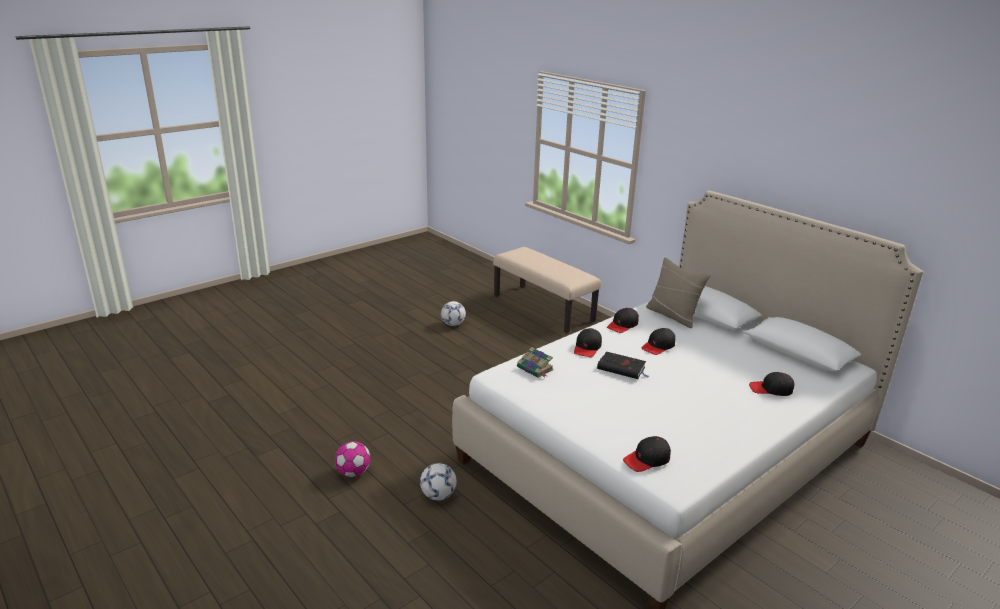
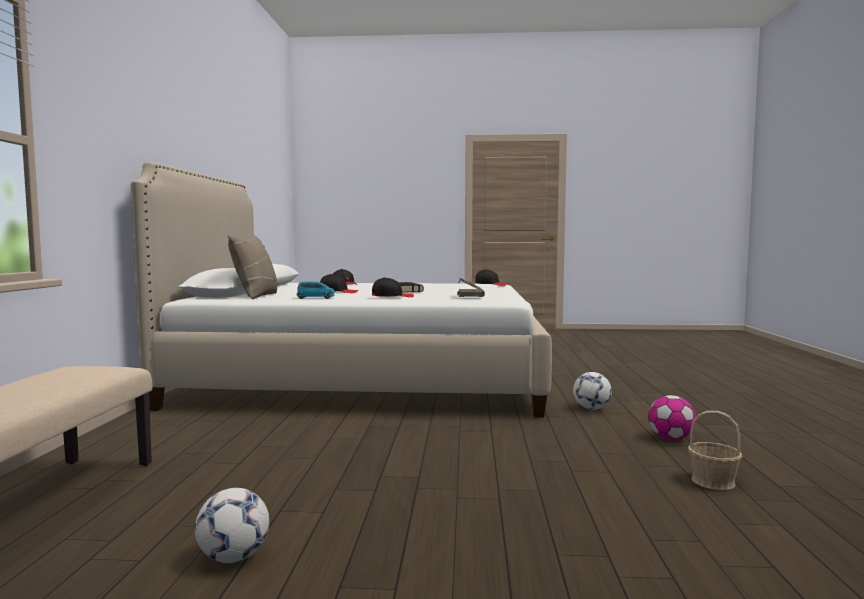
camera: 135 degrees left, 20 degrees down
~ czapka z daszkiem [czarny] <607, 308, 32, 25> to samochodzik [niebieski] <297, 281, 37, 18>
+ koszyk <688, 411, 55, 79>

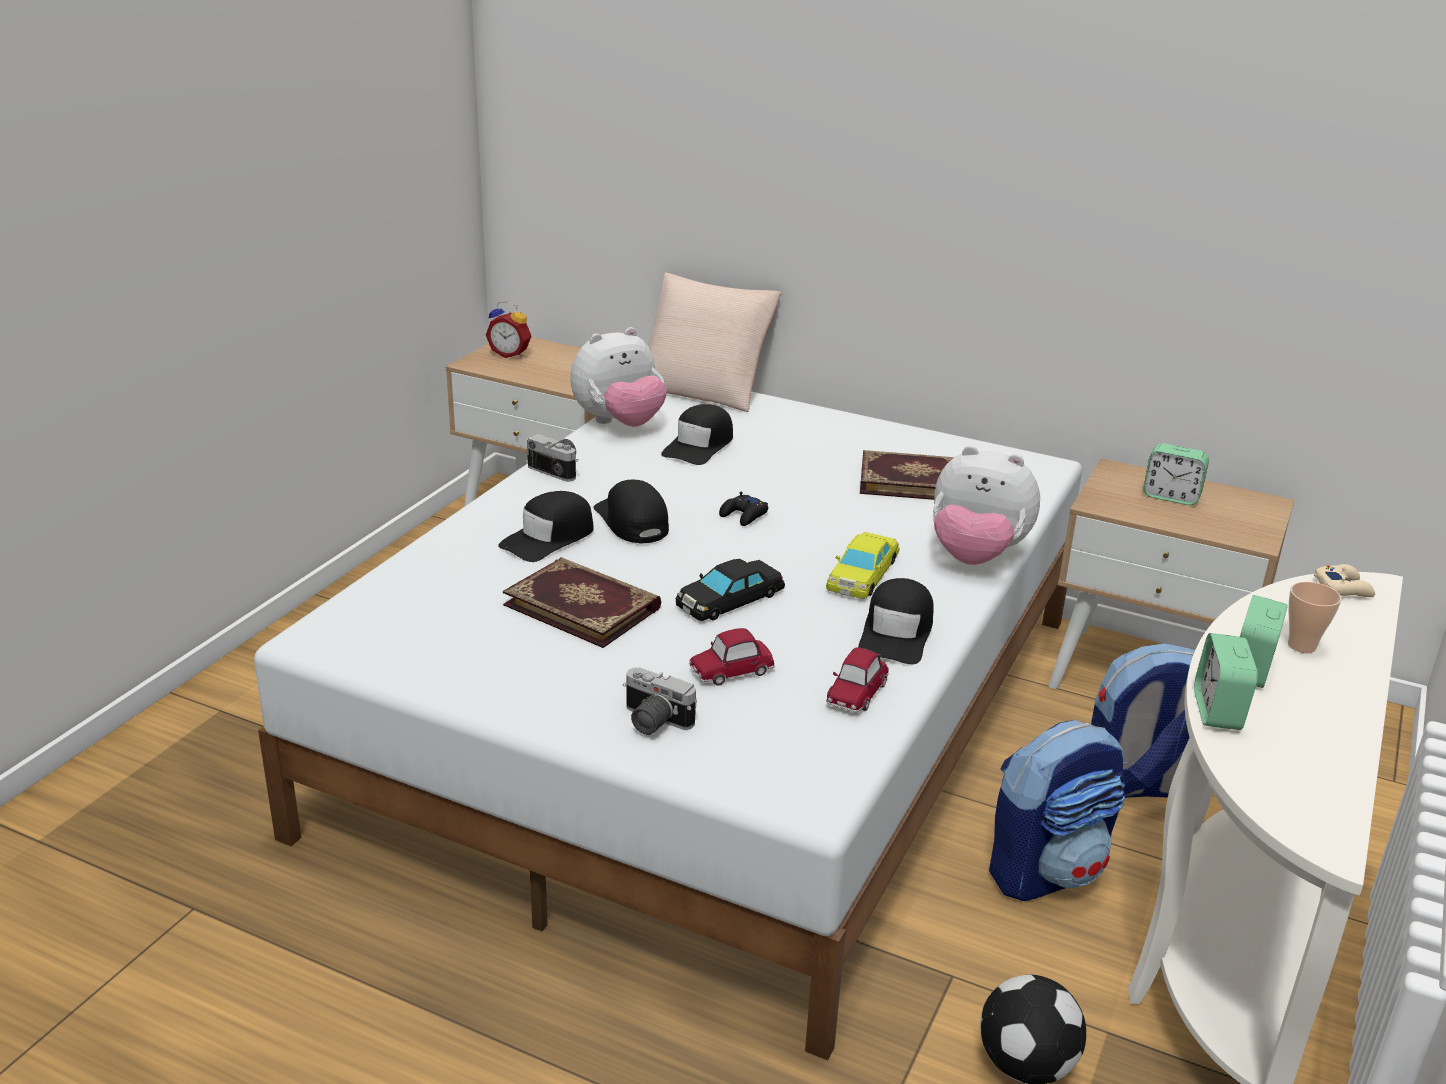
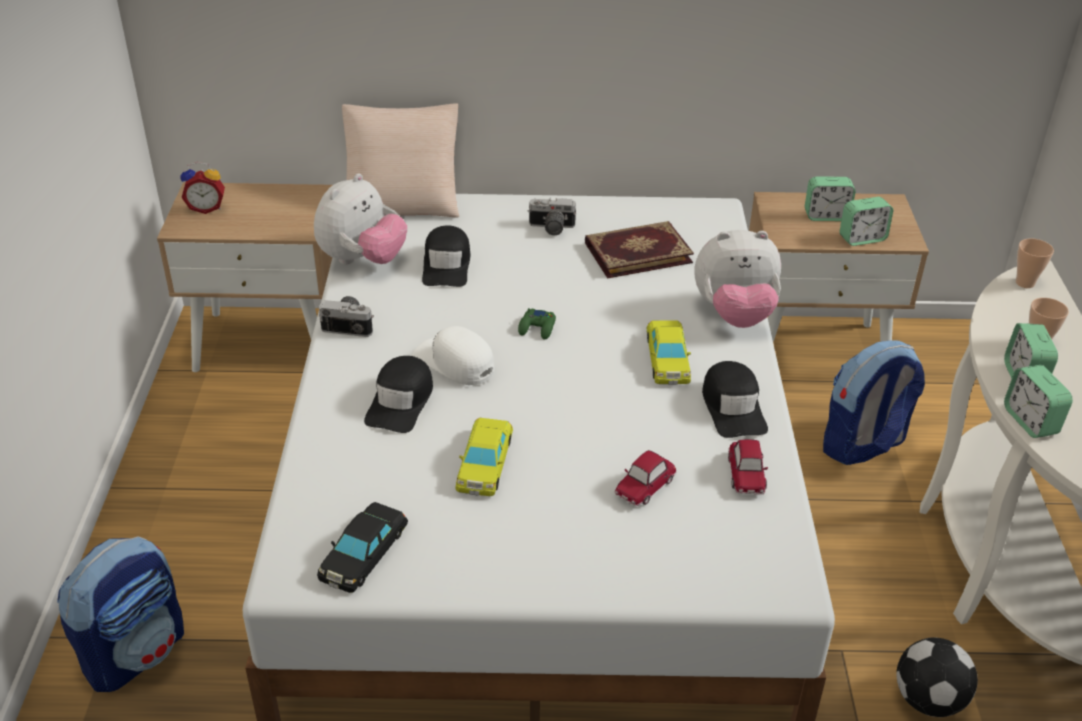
camera: 25 degrees left, 10 degrees up
~ książka <503, 558, 158, 90> to samochodzik [żółty] <455, 418, 58, 78>
~ czapka z daszkiem [czarny] <593, 480, 76, 63> to czapka z daszkiem [biały] <412, 326, 83, 59>
~ aparat fotograficzny <623, 667, 74, 68> to <528, 198, 48, 37>
~ samochodzik [czarny] <676, 559, 109, 62> to <317, 502, 91, 91>
~ pad do gier [czarny] <719, 491, 49, 35> to pad do gier [zielony] <518, 308, 38, 32>
~ plecak <989, 720, 136, 181> to <57, 536, 127, 156>
~ pad do gier [beżowy] <1314, 564, 61, 33> to filiżanka <1016, 238, 38, 50>
+ budzik <839, 197, 54, 49>

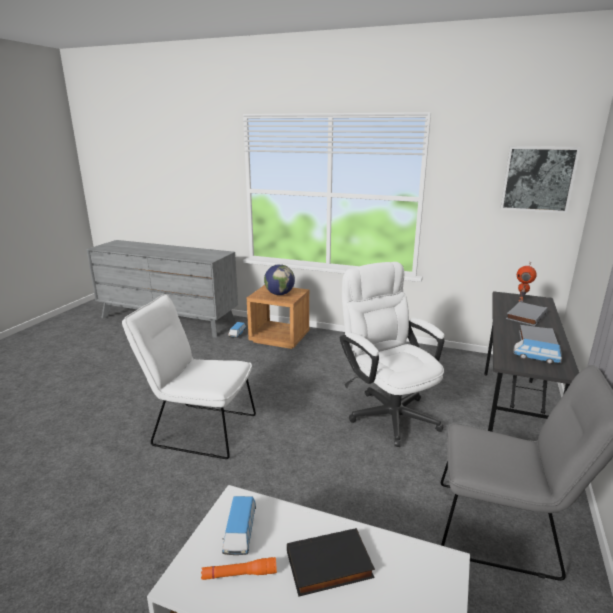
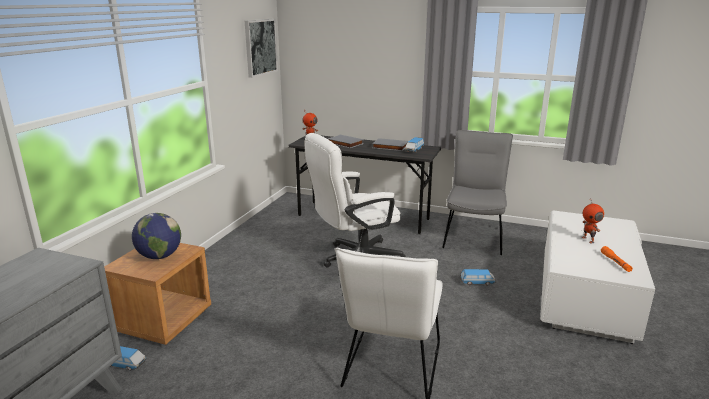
camera: 90 degrees left, 0 degrees up
~ samochodzik <222, 496, 34, 59> to <460, 269, 36, 16>
~ książka [czarny] <287, 528, 88, 69> to robot zabawkowy <582, 198, 22, 45>

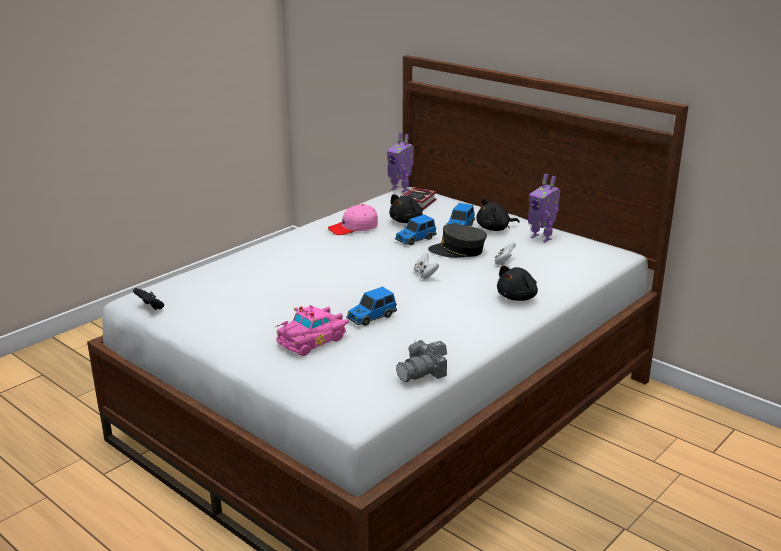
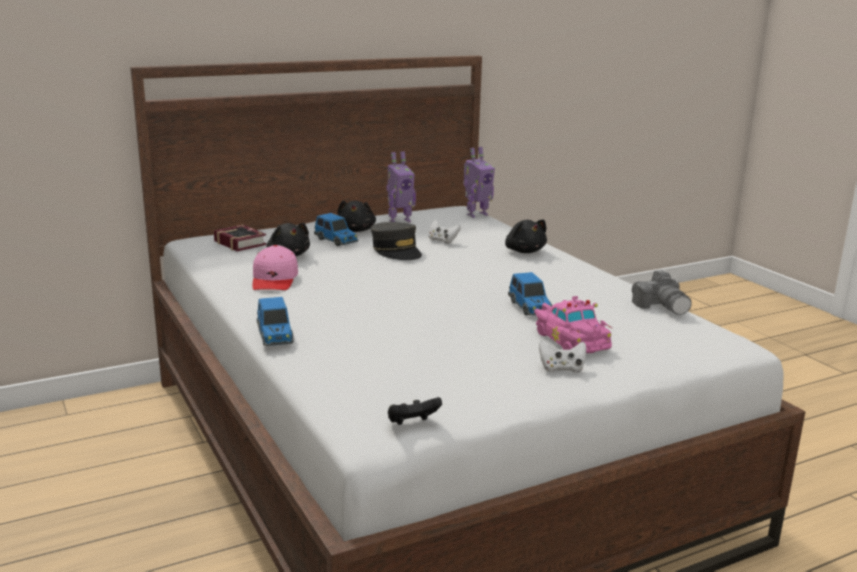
camera: 70 degrees left, 5 degrees down
~ robot zabawkowy <387, 132, 27, 60> to <463, 147, 32, 71>
~ samochodzik <395, 215, 42, 30> to <257, 297, 37, 49>
~ pad do gier [biały] <414, 253, 25, 26> to <539, 341, 47, 31>
~ czapka z daszkiem [szary] <428, 224, 59, 34> = <371, 222, 51, 38> 60 degrees counterclockwise

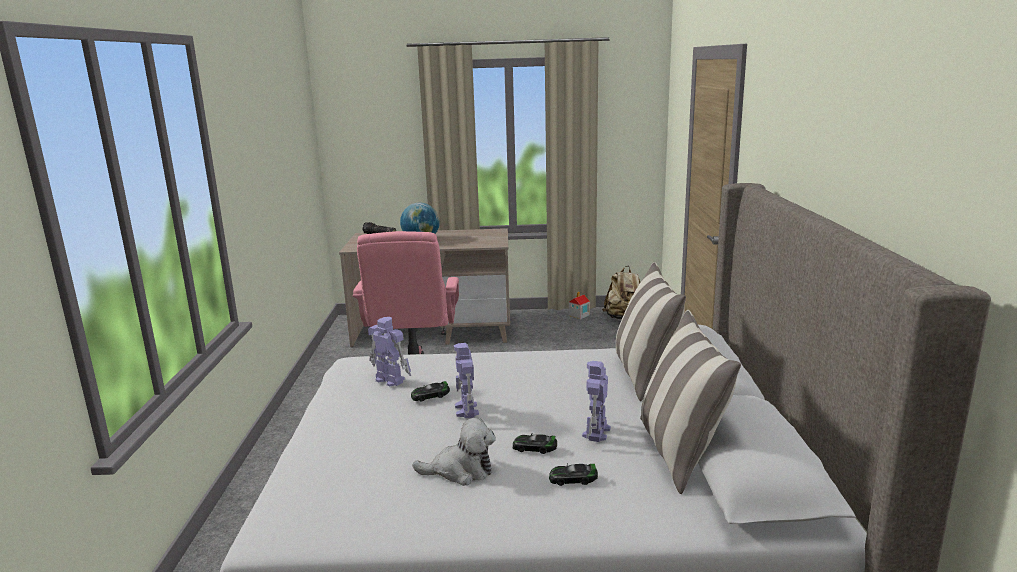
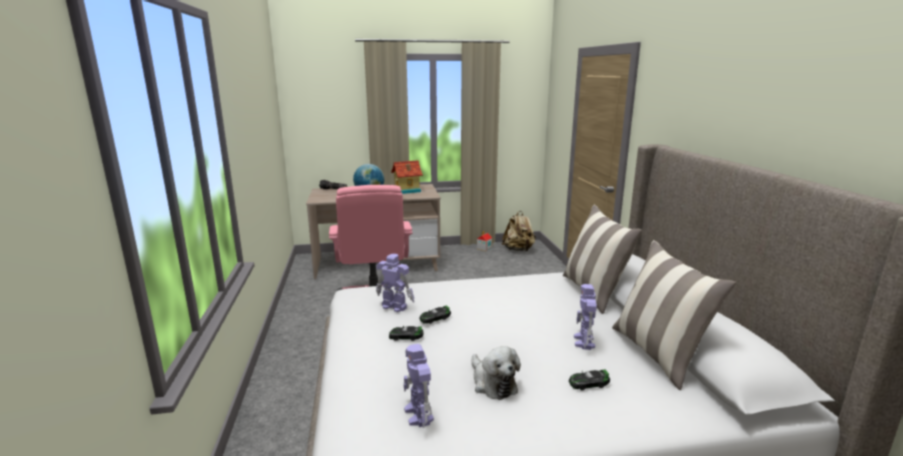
camera: 10 degrees left, 0 degrees up
~ pluszak <412, 417, 84, 69> = <472, 346, 49, 54> 75 degrees clockwise
~ robot zabawkowy <454, 343, 25, 75> to <404, 344, 30, 84>
~ samochodzik <513, 433, 44, 21> to <389, 326, 35, 15>
+ domek <391, 160, 32, 34>

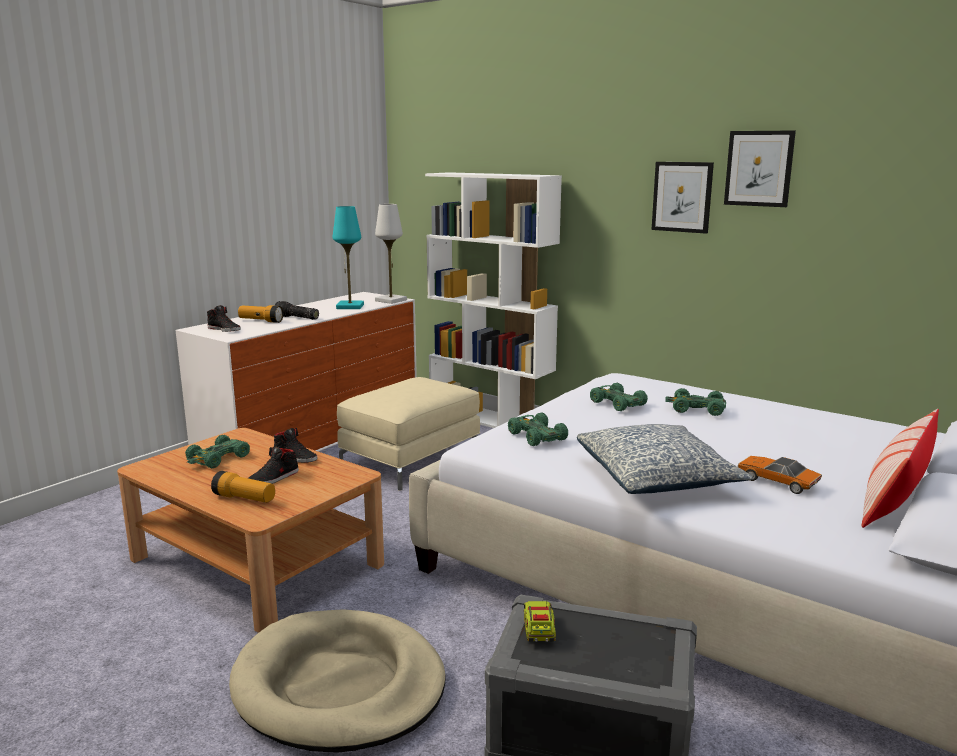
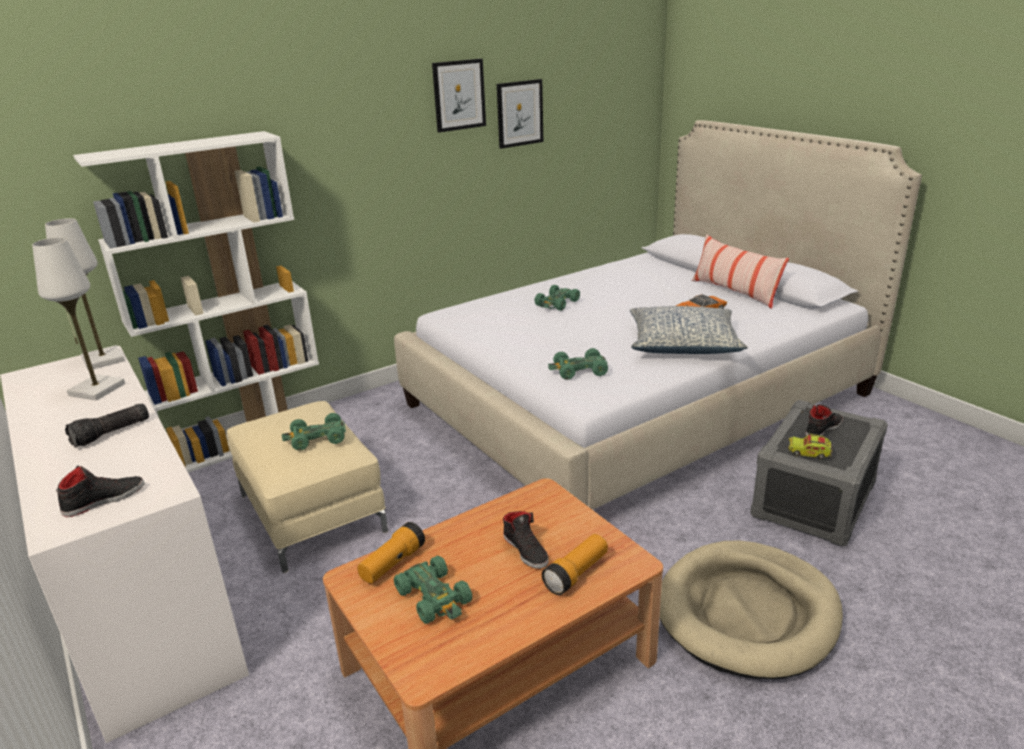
camera: 70 degrees left, 10 degrees up
~ latarka <238, 305, 45, 18> to <357, 522, 68, 62>
~ but [czarny] <274, 428, 43, 35> to <806, 404, 37, 32>
~ lampa stołowa [turkusowy] <333, 206, 31, 103> to lampa stołowa [biały] <32, 237, 93, 164>
~ samochodzik [zielony] <590, 383, 58, 28> to <282, 413, 64, 38>
~ obraz <651, 162, 63, 72> to <497, 79, 46, 70>

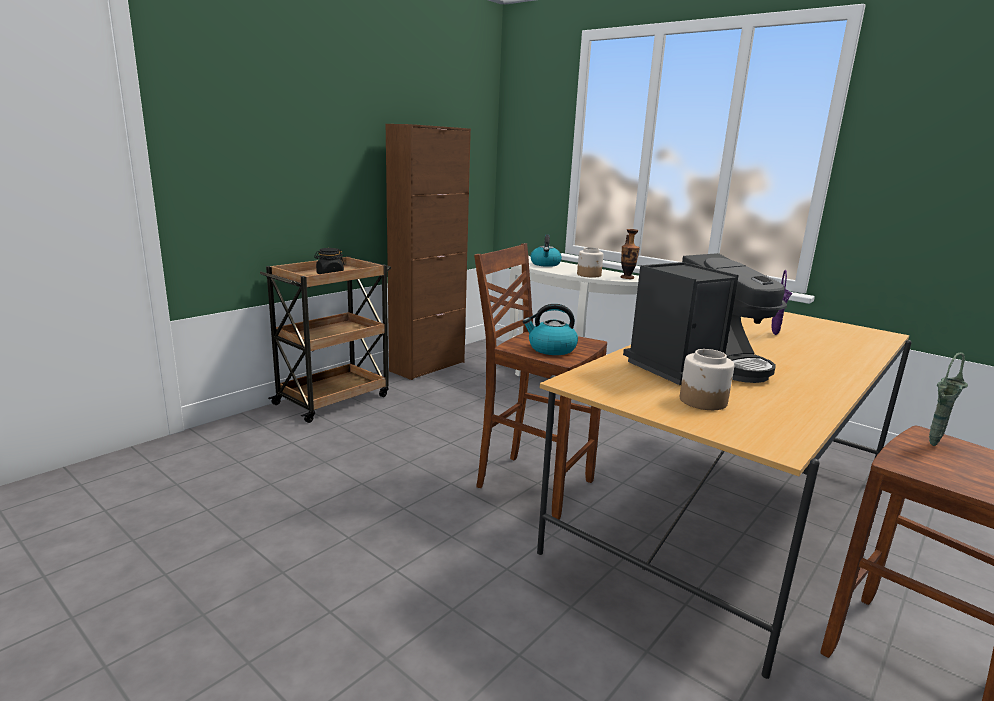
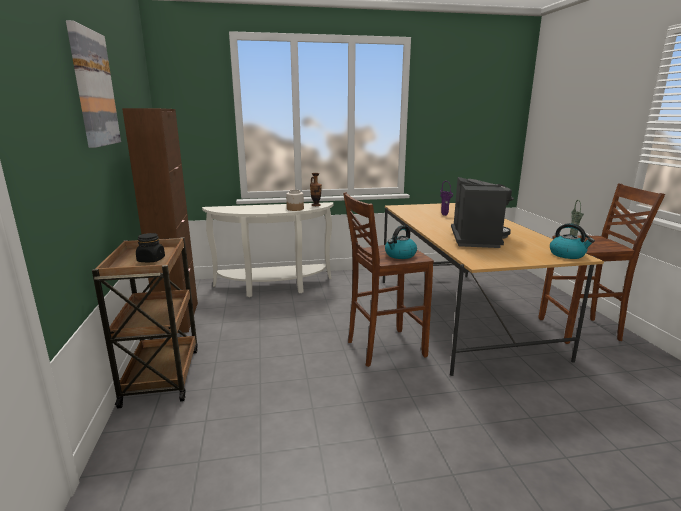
camera: 50 degrees left, 0 degrees up
~ czajnik <530, 234, 32, 33> to <550, 223, 45, 36>
- słoik <680, 349, 54, 61>
+ obraz <66, 20, 55, 128>

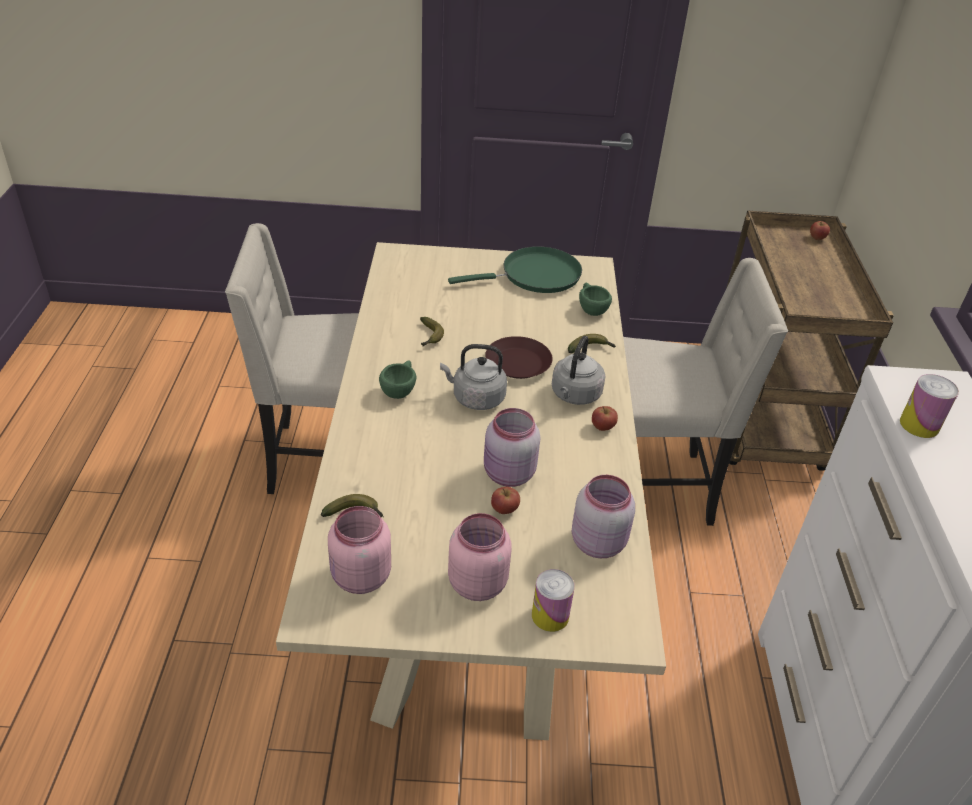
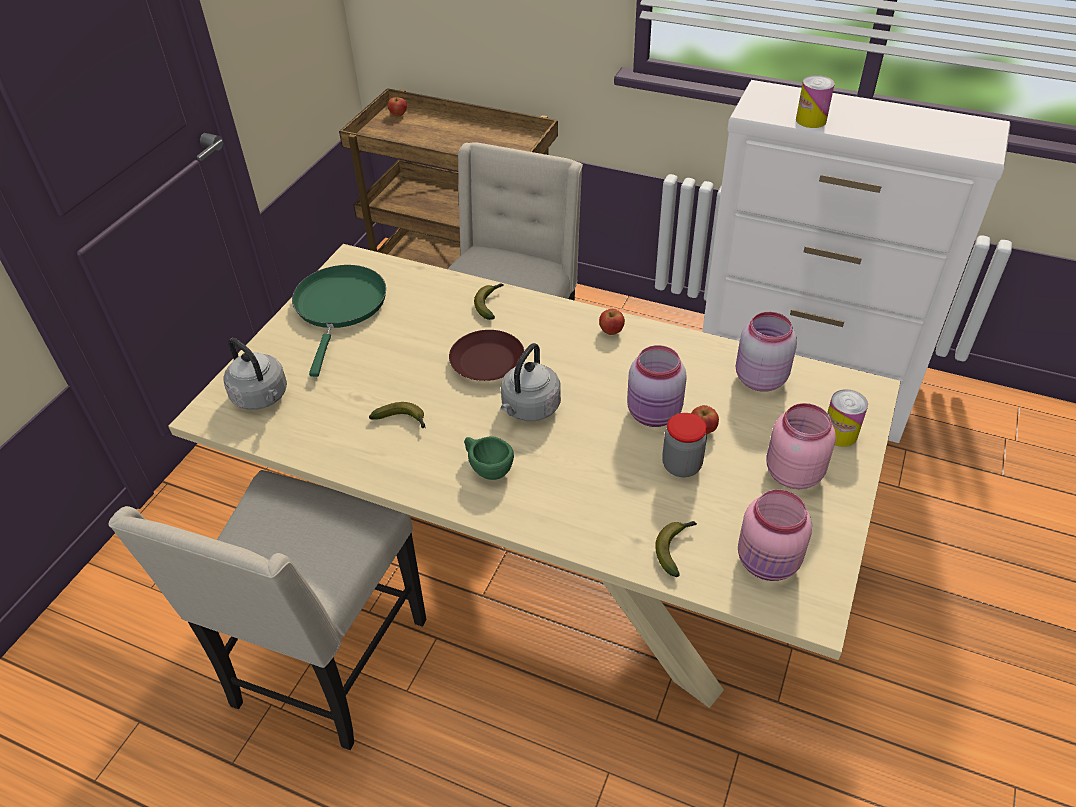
camera: 65 degrees left, 5 degrees up
~ czajnik [szary] <552, 336, 53, 69> to <223, 338, 64, 72>
- filiżanka [zielony] <579, 283, 33, 33>
+ słoik <662, 413, 45, 64>

